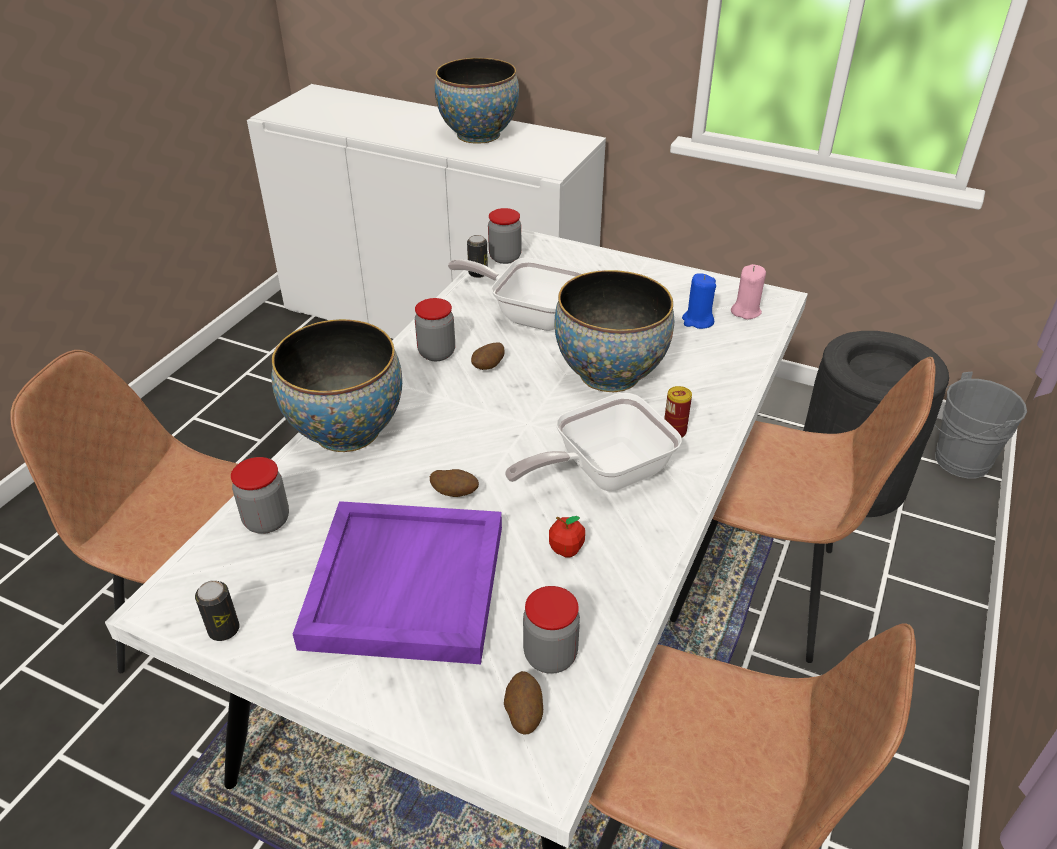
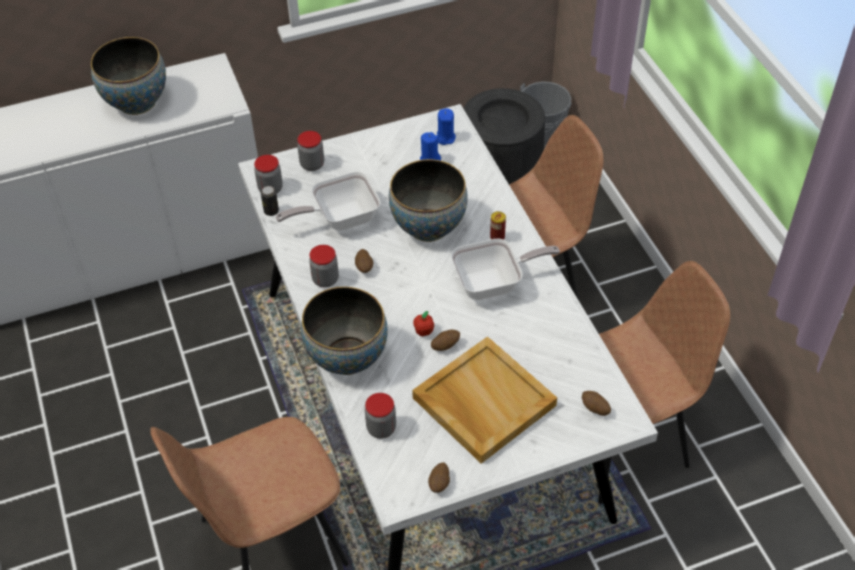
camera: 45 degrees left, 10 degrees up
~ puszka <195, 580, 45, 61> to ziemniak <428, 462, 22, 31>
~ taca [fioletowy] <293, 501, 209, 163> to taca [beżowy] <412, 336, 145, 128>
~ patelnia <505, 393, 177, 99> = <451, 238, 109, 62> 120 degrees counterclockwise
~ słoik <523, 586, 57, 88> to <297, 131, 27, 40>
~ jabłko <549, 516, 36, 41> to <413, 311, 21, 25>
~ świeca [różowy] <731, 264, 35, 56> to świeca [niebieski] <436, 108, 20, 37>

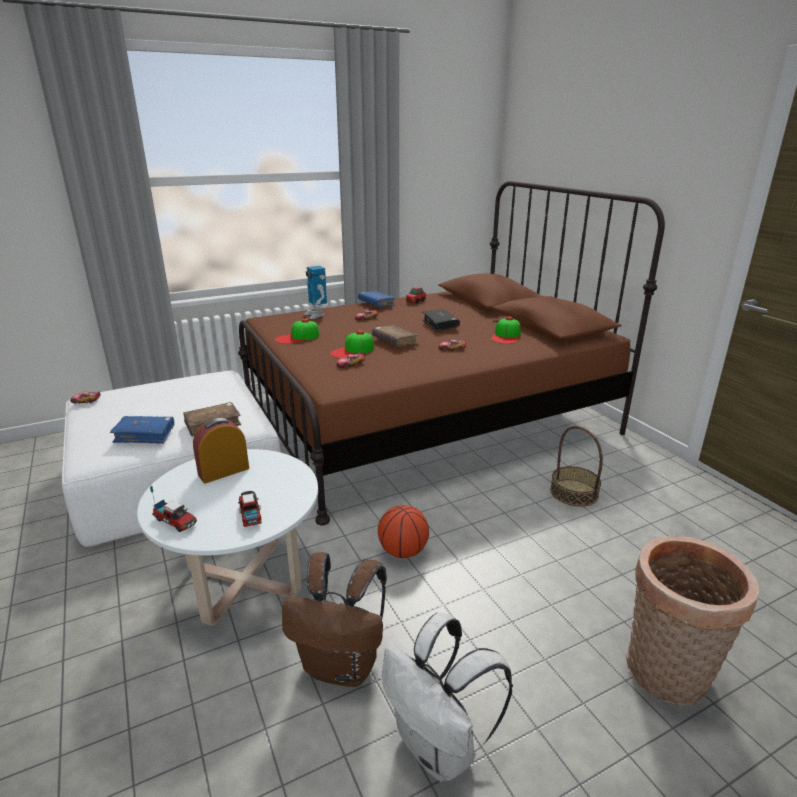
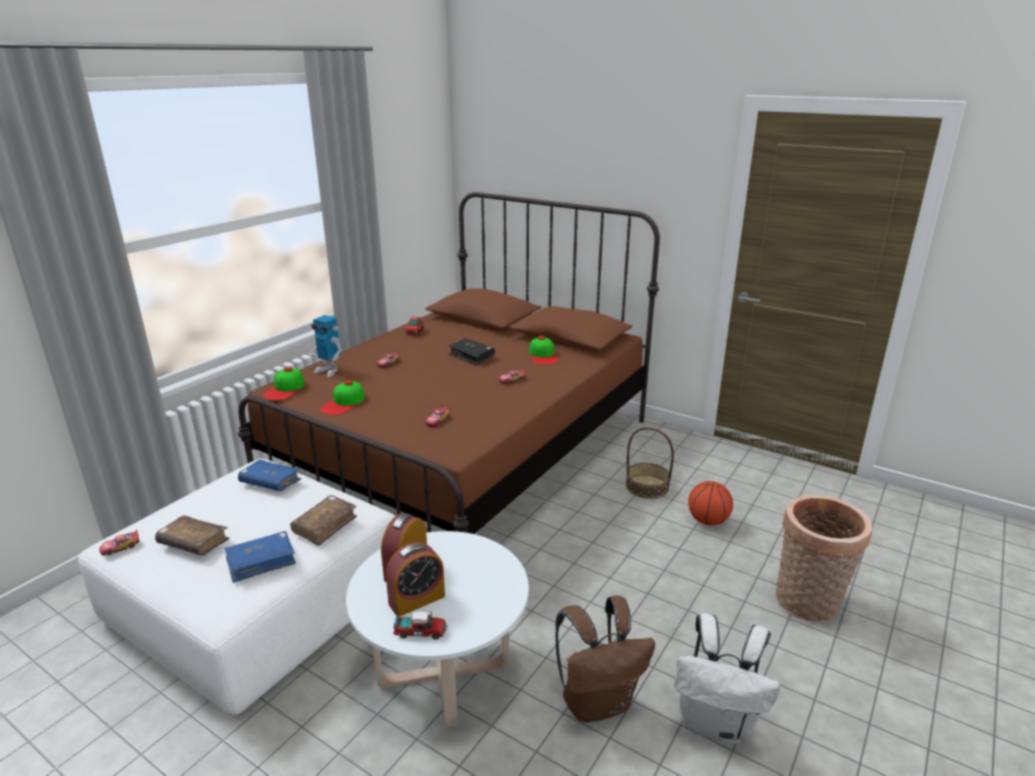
camera: 30 degrees left, 0 degrees up
- ciężarówka zabawkowa <238, 491, 24, 36>
~ czapka z daszkiem <330, 330, 44, 28> to <263, 367, 42, 33>
~ książka [niebieski] <358, 291, 38, 16> to <238, 460, 63, 32>
~ książka [brązowy] <372, 325, 47, 22> to <155, 515, 75, 41>
~ piłka do koszykówki <378, 505, 51, 53> to <688, 481, 45, 45>
+ budzik <386, 542, 59, 75>

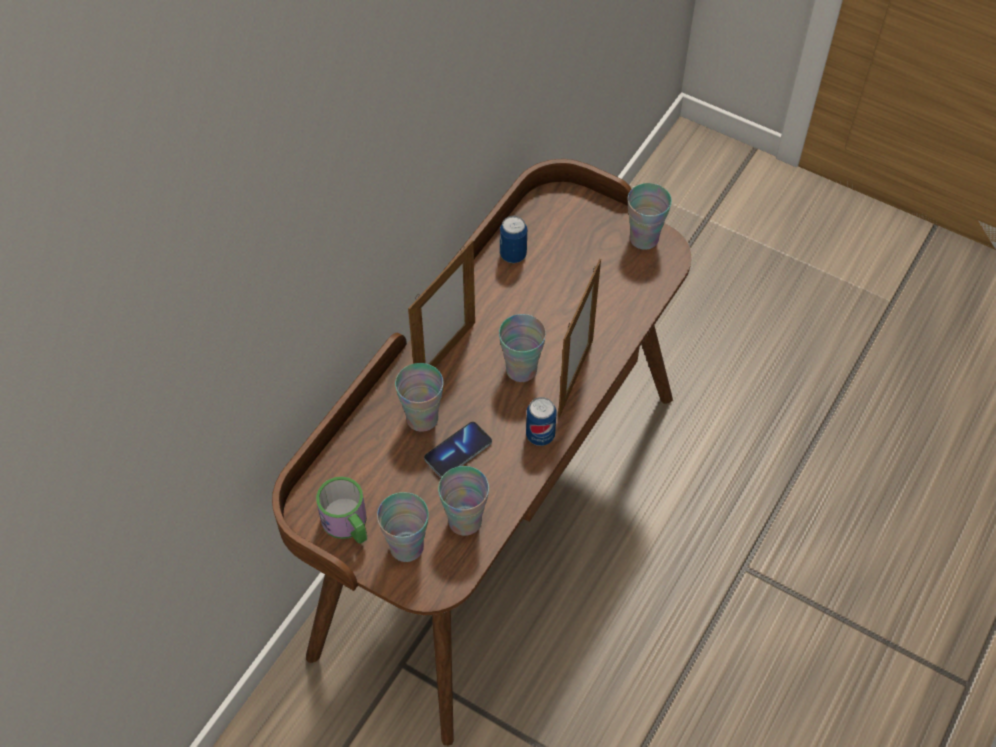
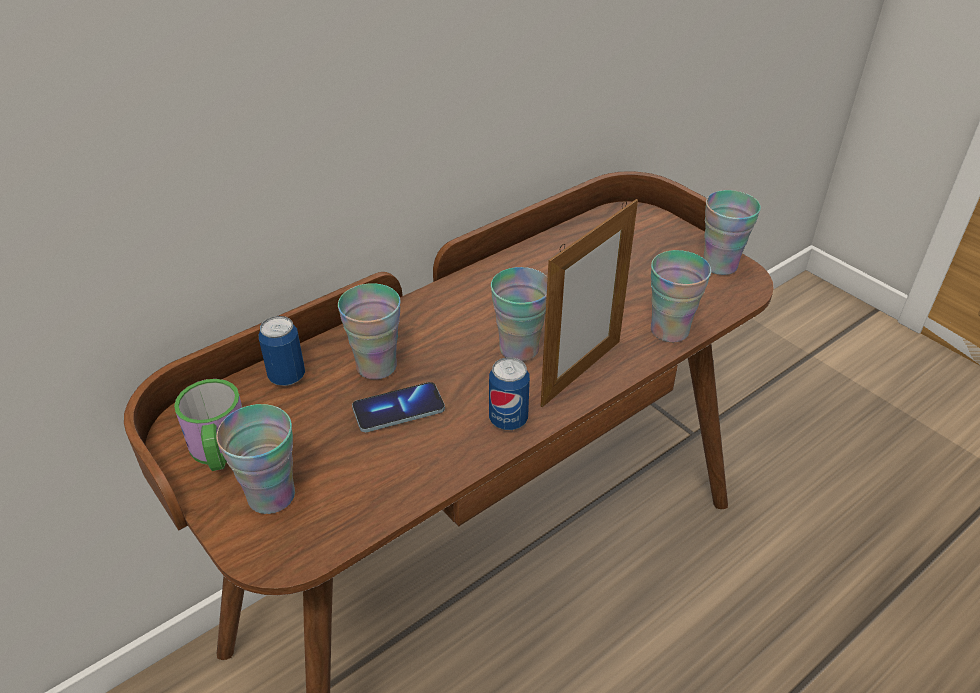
camera: 20 degrees right, 15 degrees down
- ramka na zdjęcie <408, 240, 67, 128>
~ filiżanka <438, 466, 51, 70> to <651, 250, 60, 92>
~ puszka <500, 215, 27, 48> to <259, 316, 46, 70>

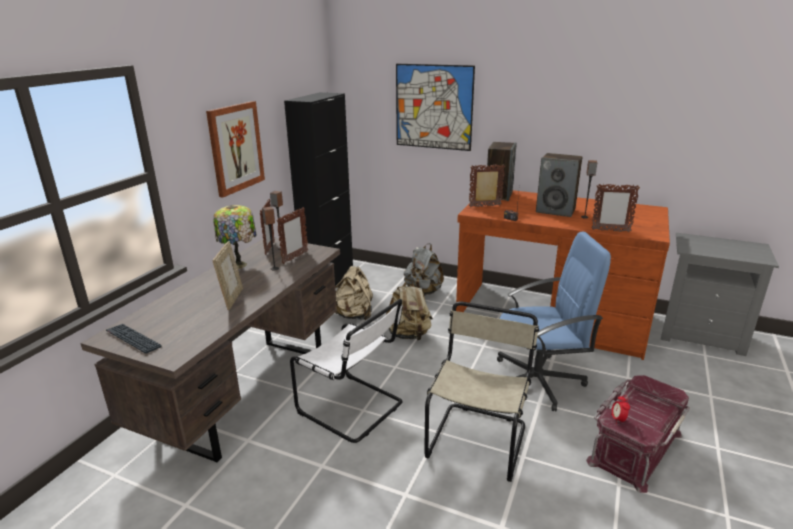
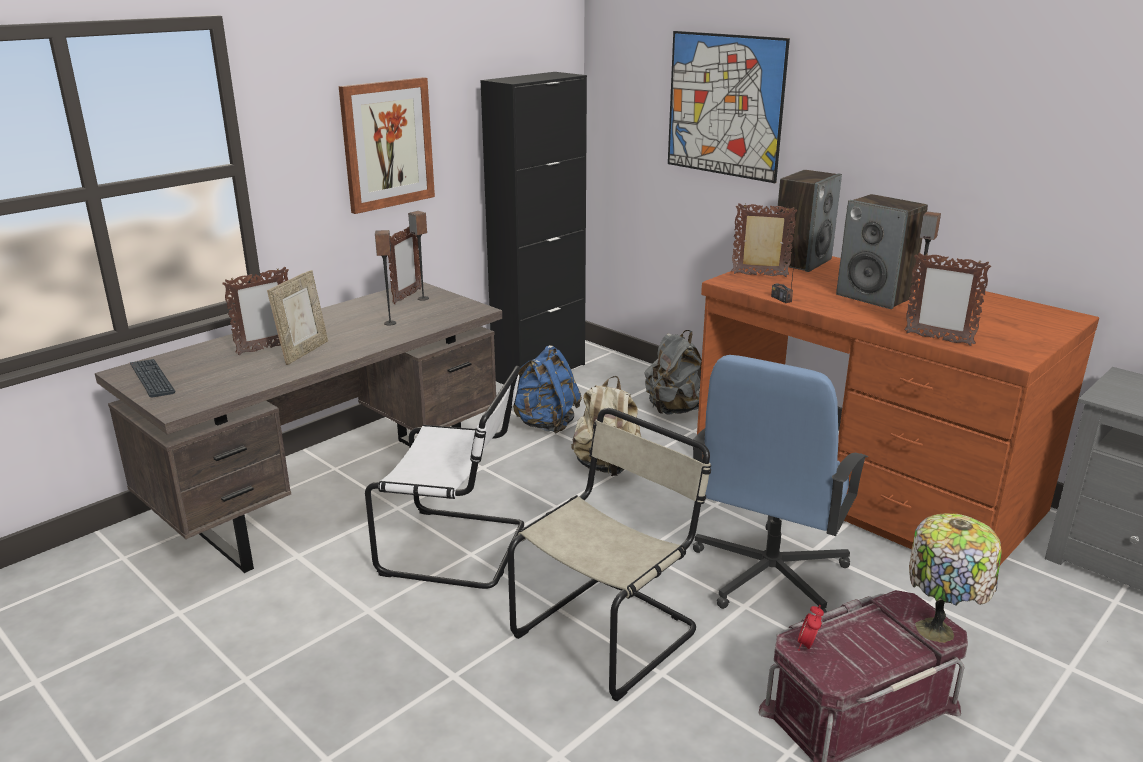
camera: 20 degrees right, 0 degrees up
~ lampa stołowa <213, 205, 44, 64> to <909, 513, 93, 130>
~ ramka na zdjęcie <277, 207, 31, 57> to <222, 267, 67, 88>
~ krzesło [biały] <290, 299, 113, 144> = <365, 366, 159, 223> 45 degrees counterclockwise
~ plecak [beżowy] <335, 266, 38, 54> to plecak [niebieski] <513, 345, 69, 89>
~ krzesło biurowe [niebieski] <497, 232, 114, 179> = <693, 355, 175, 258> 105 degrees clockwise

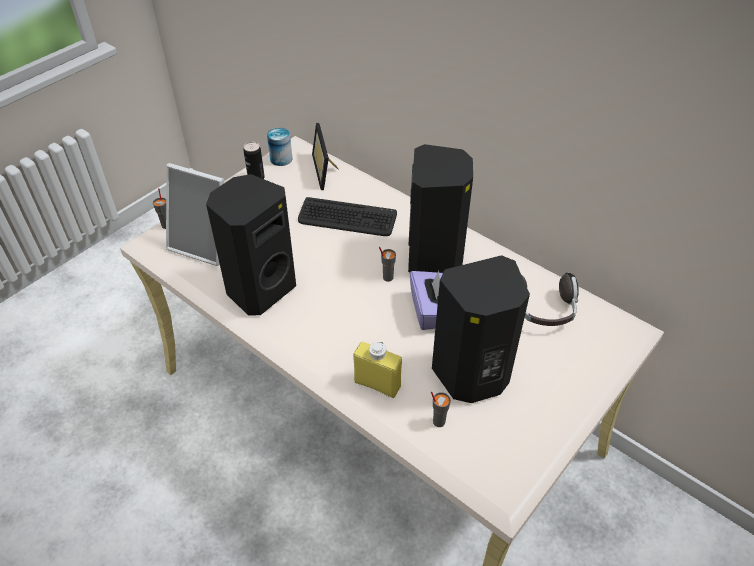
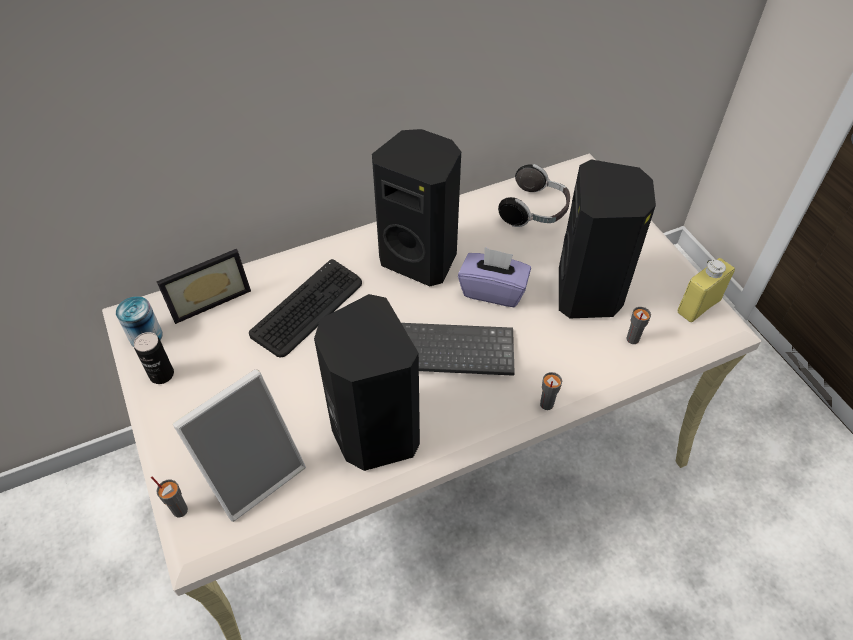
camera: 65 degrees left, 5 degrees up
~ ramka na zdjęcie <312, 123, 27, 67> = <156, 249, 95, 75> 45 degrees counterclockwise
~ butelka [żółty] <353, 342, 49, 56> to <678, 258, 57, 64>
~ filiżanka [szary] <379, 247, 17, 35> to <540, 372, 22, 38>
+ klawiatura <401, 323, 114, 53>

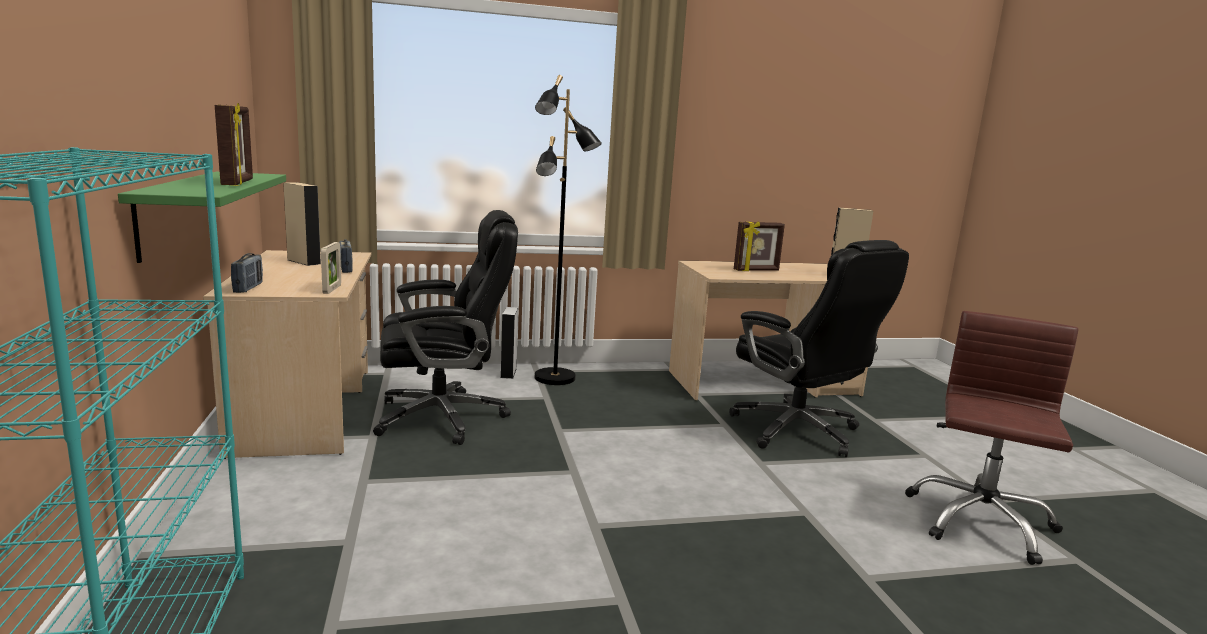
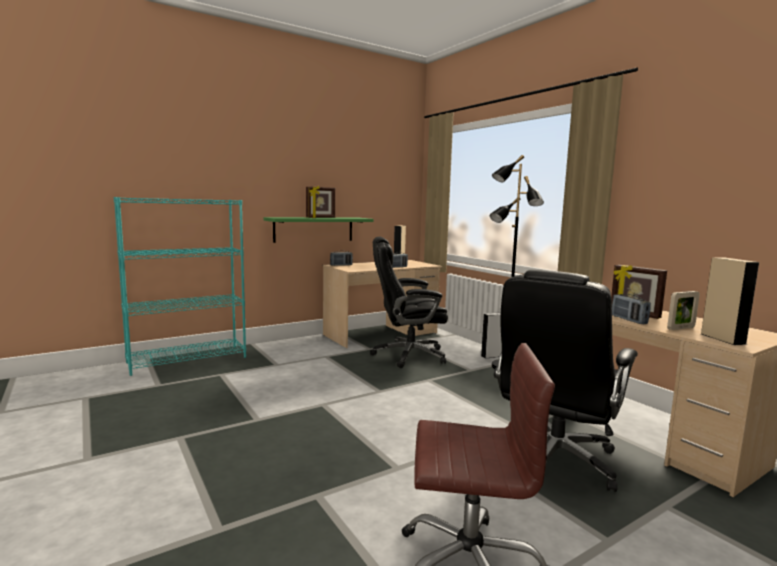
camera: 70 degrees right, 5 degrees down
~ ramka na zdjęcie <321, 242, 20, 52> to <667, 291, 33, 39>
~ krzesło biurowe [czarny] <373, 210, 145, 235> = <370, 237, 78, 131> 120 degrees clockwise
+ radio <612, 294, 39, 30>

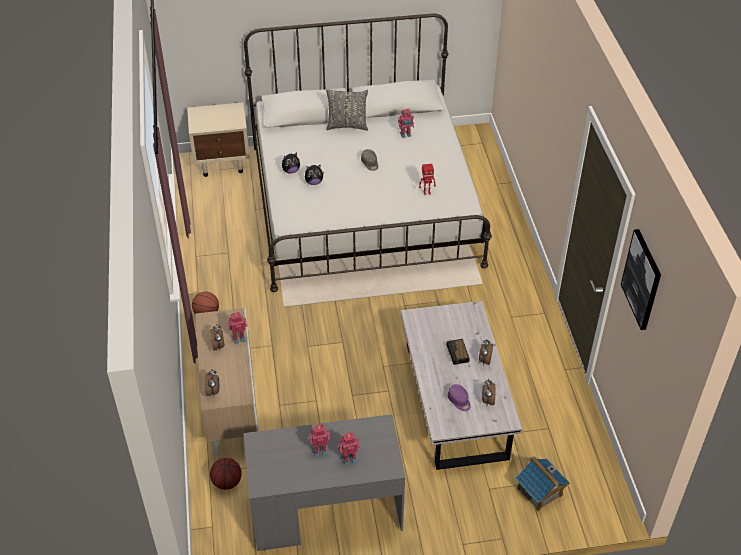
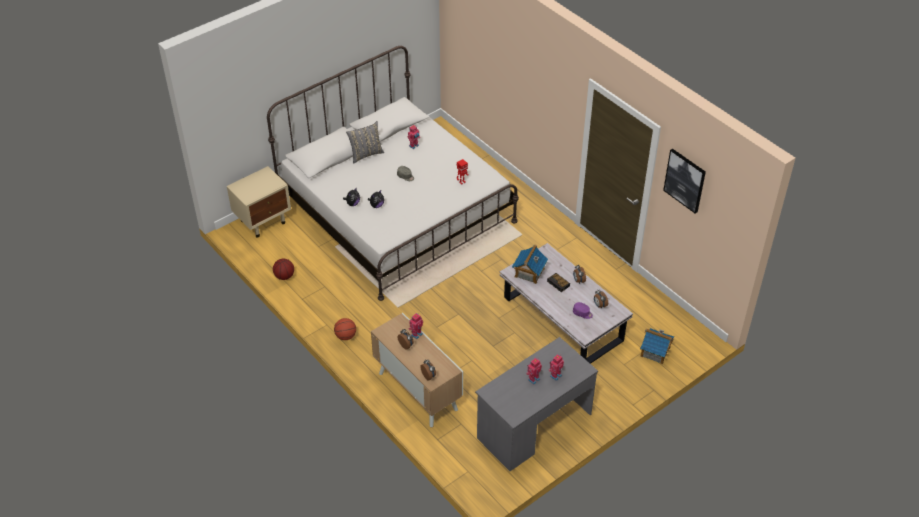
camera: 30 degrees left, 0 degrees up
~ piłka do koszykówki <210, 458, 31, 32> to <273, 258, 21, 22>
+ domek <512, 245, 36, 39>

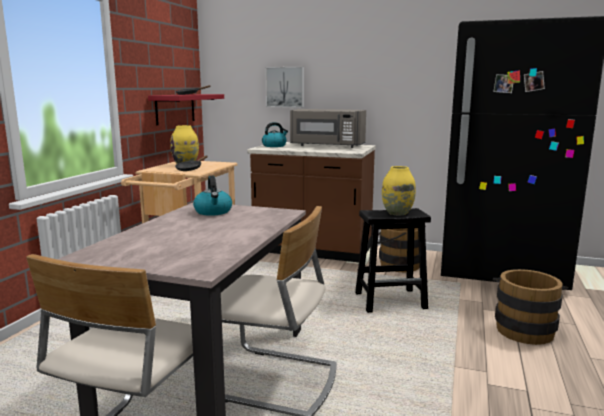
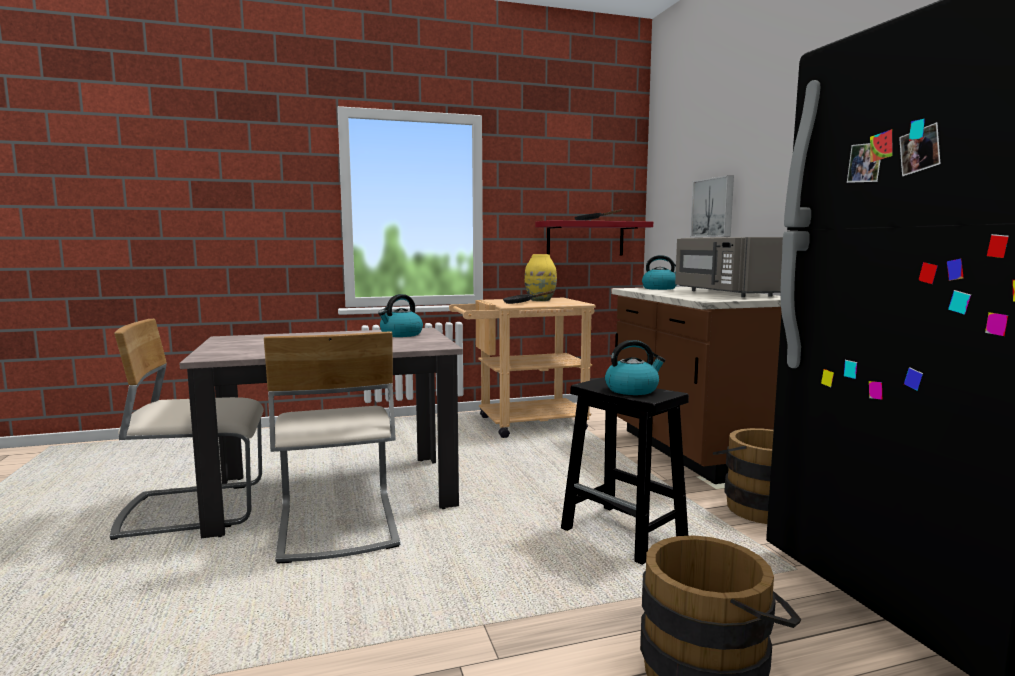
camera: 55 degrees right, 5 degrees down
~ wazon [żółty] <382, 166, 34, 49> to czajnik <605, 340, 61, 55>

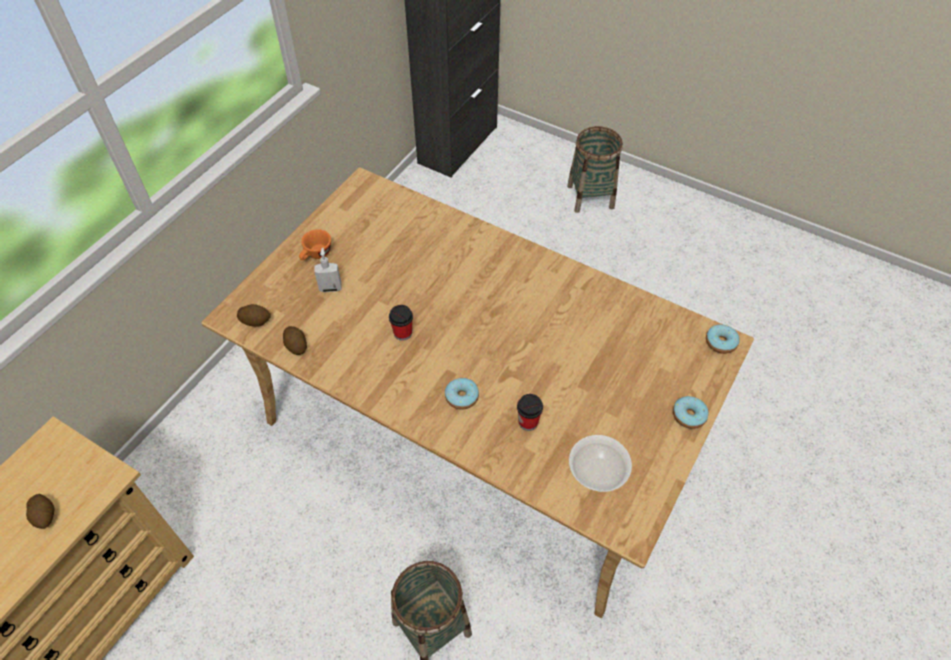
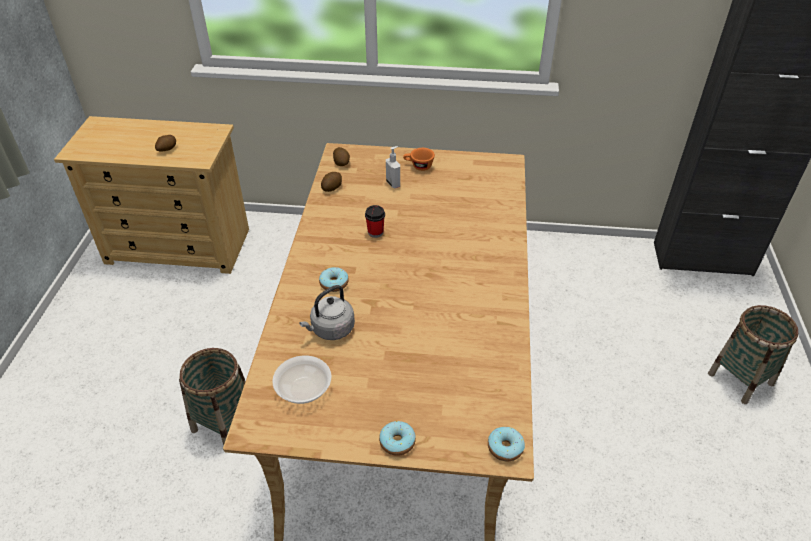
camera: 65 degrees right, 10 degrees down
~ filiżanka <517, 394, 26, 37> to czajnik [szary] <299, 285, 56, 55>

